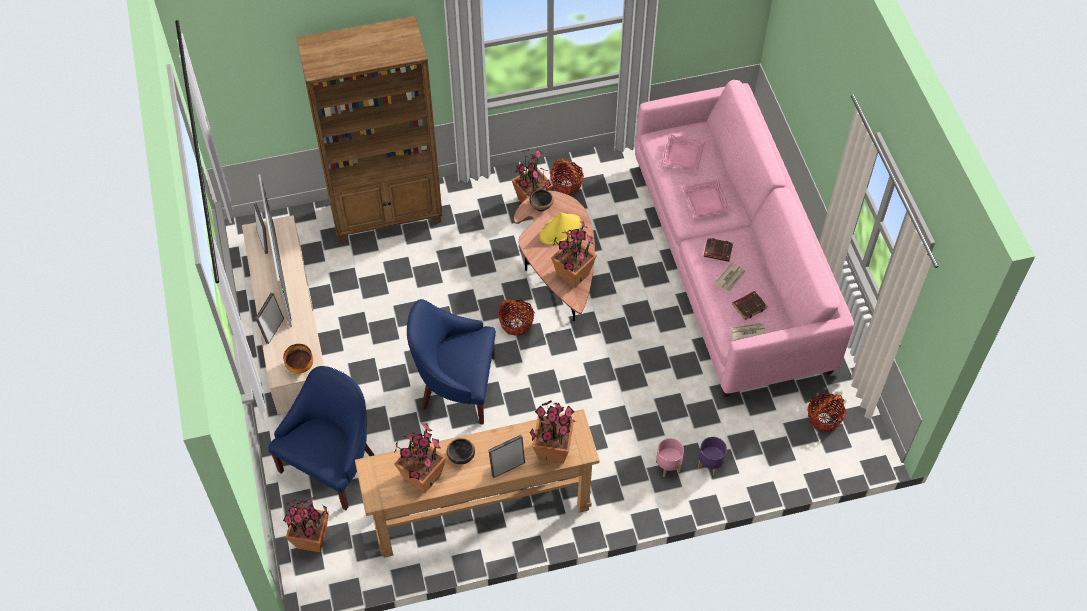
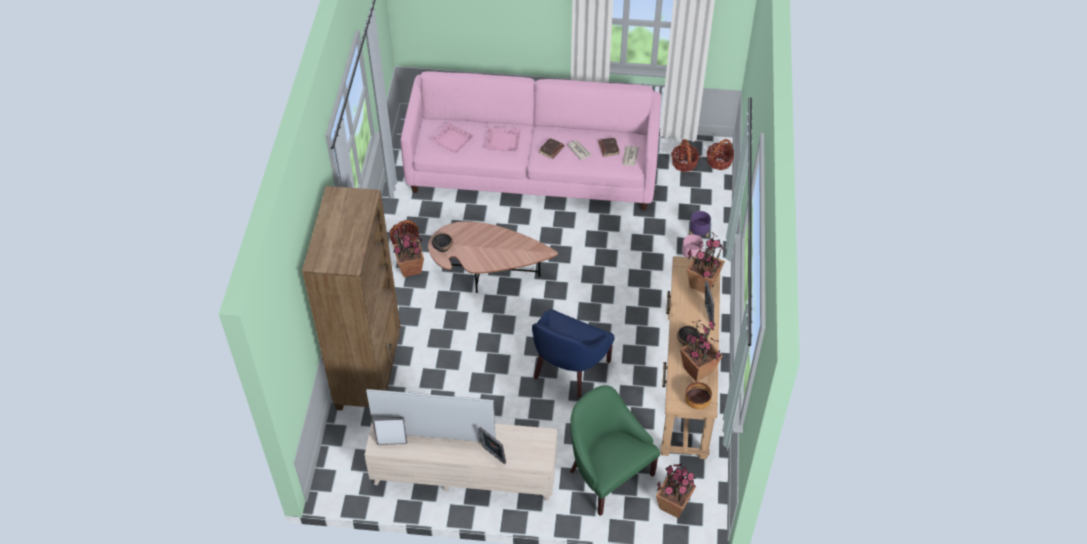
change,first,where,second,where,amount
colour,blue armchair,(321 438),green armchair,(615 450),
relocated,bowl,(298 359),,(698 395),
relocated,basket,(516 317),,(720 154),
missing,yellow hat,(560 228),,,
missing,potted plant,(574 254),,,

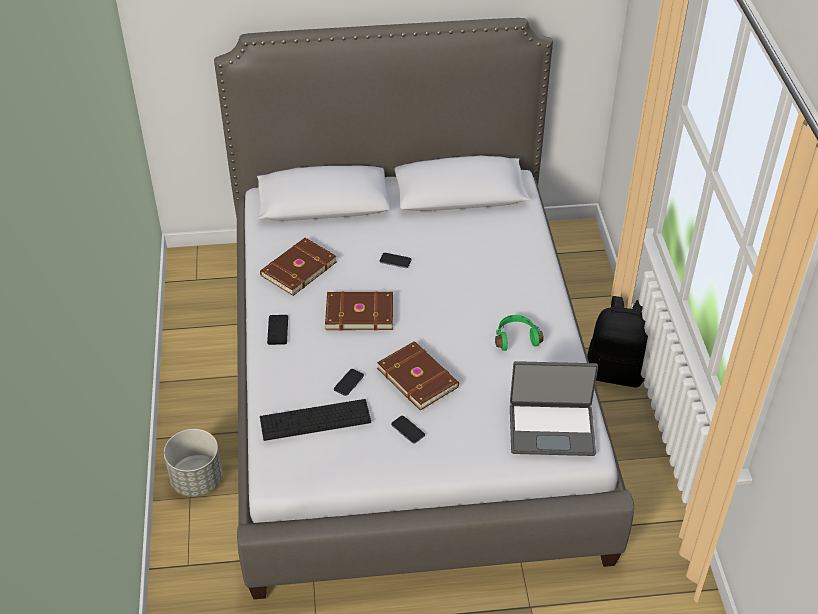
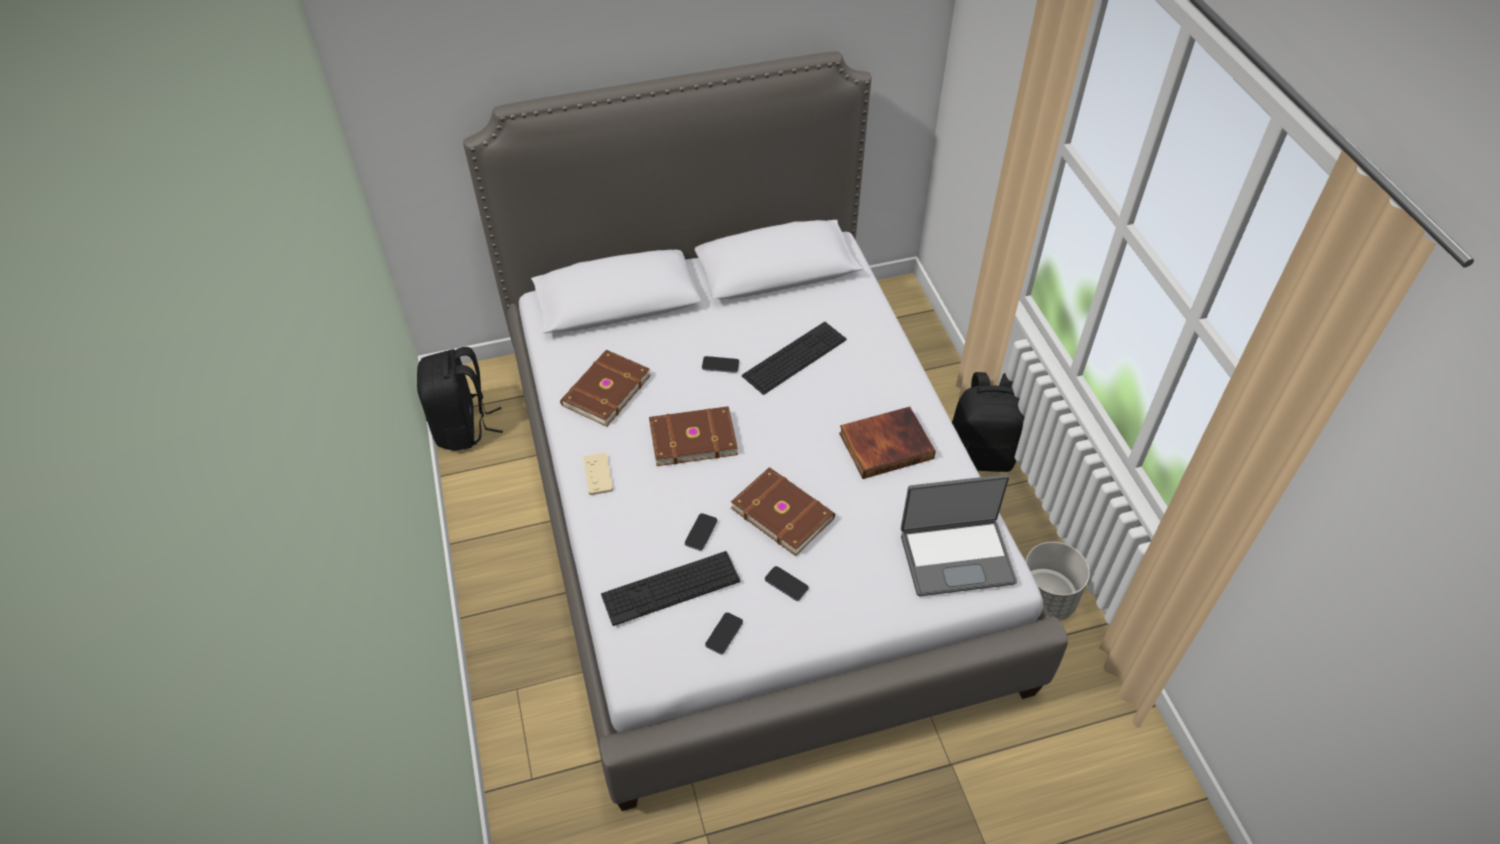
change,first,where,second,where,amount
relocated,grey planter,(193 463),,(1057 581),
colour,black game controller,(277 330),beige game controller,(598 474),
exchanged,green headphones,(519 333),book,(887 443),
appeared,,,black backpack,(460 399),
appeared,,,phone,(724 633),
appeared,,,keyboard,(794 358),

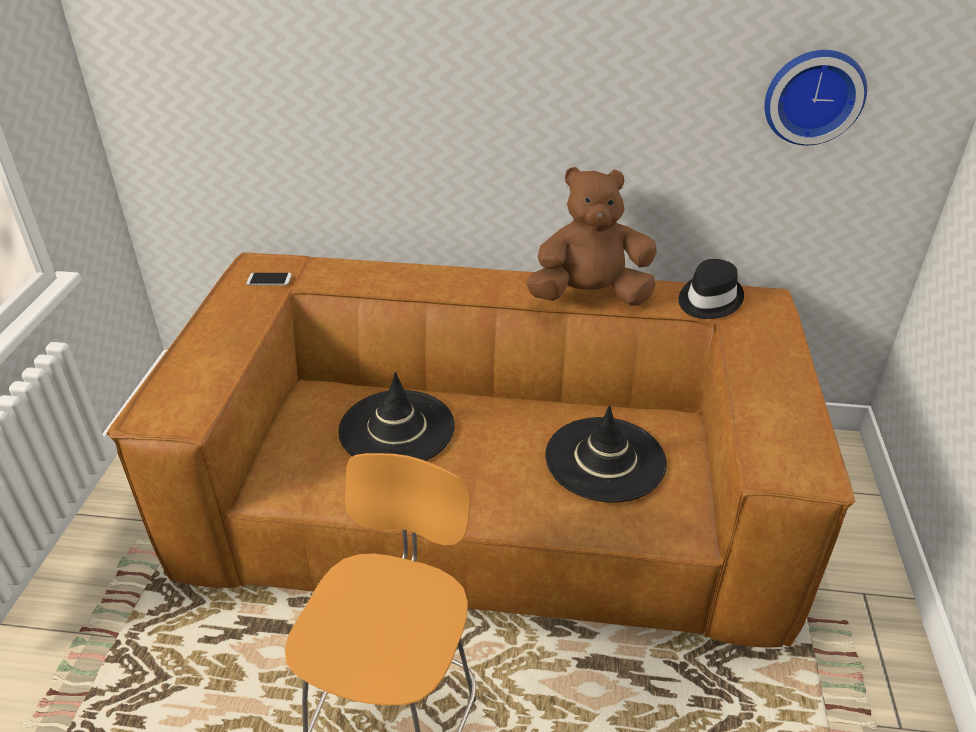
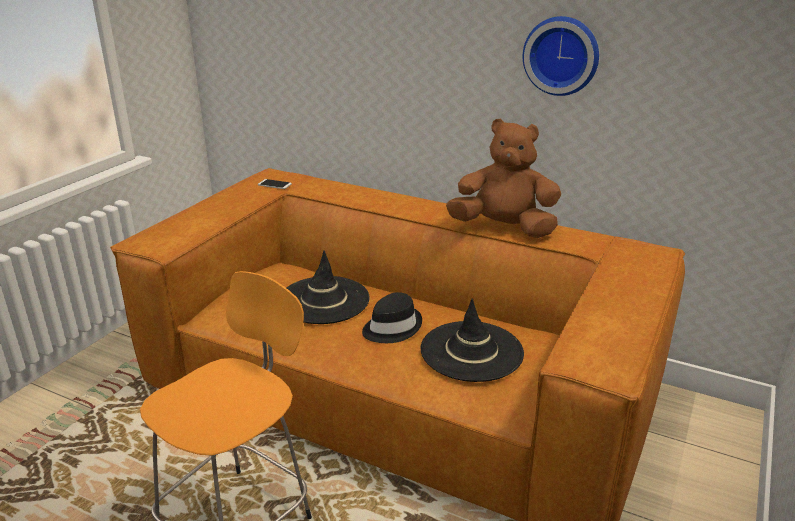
change,first,where,second,where,amount
relocated,black hat,(711 289),,(392 317),
relocated,wall clock,(815 97),,(561 56),

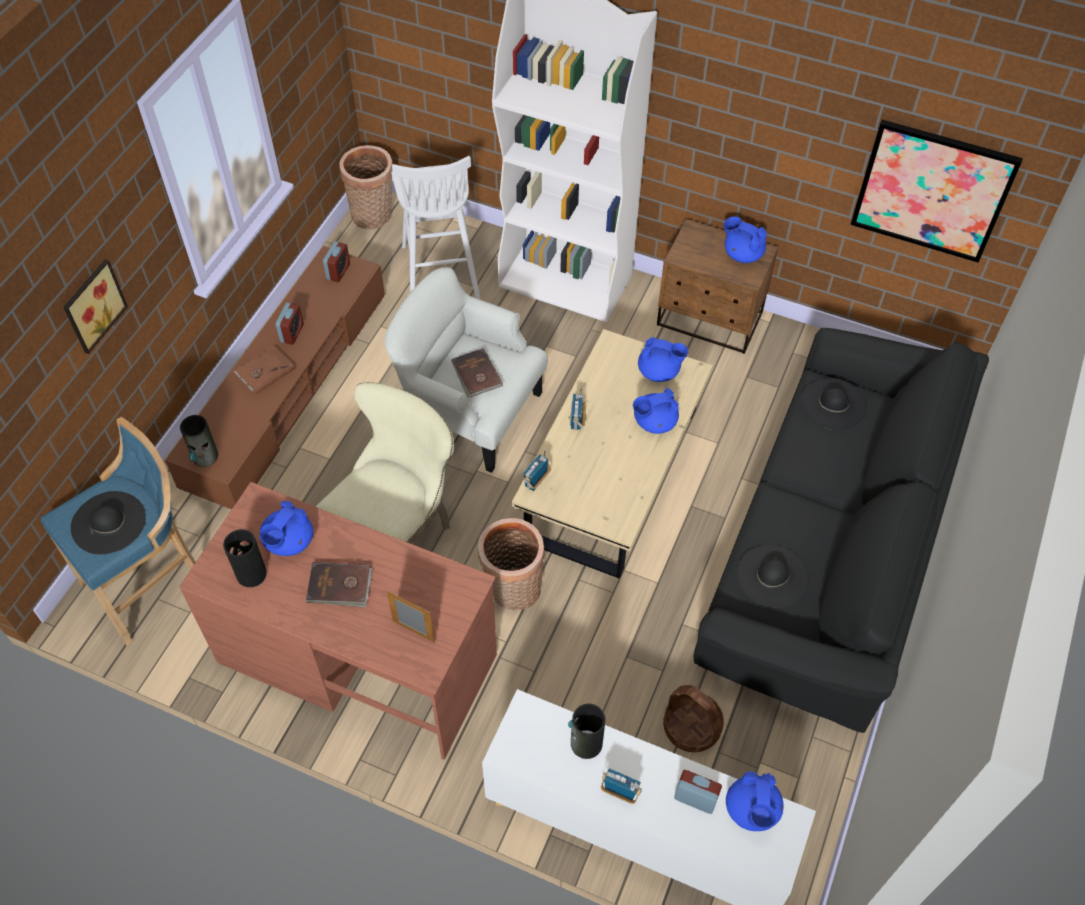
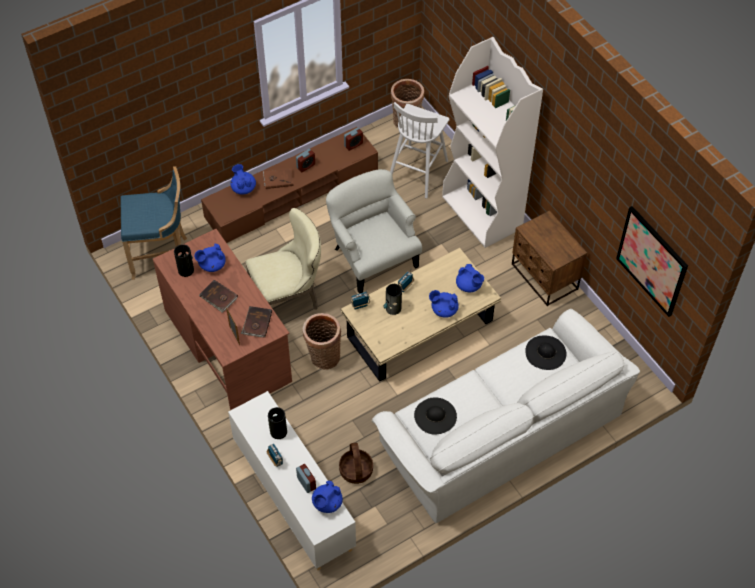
change,first,where,second,where,amount
missing,picture,(95 306),,,
missing,black hat,(108 523),,,
relocated,vase,(199 441),,(393 299),
relocated,brown book,(477 373),,(256 321),
colour,black sofa,(841 530),white sofa,(506 416),
relocated,blue teapot,(745 240),,(243 179),

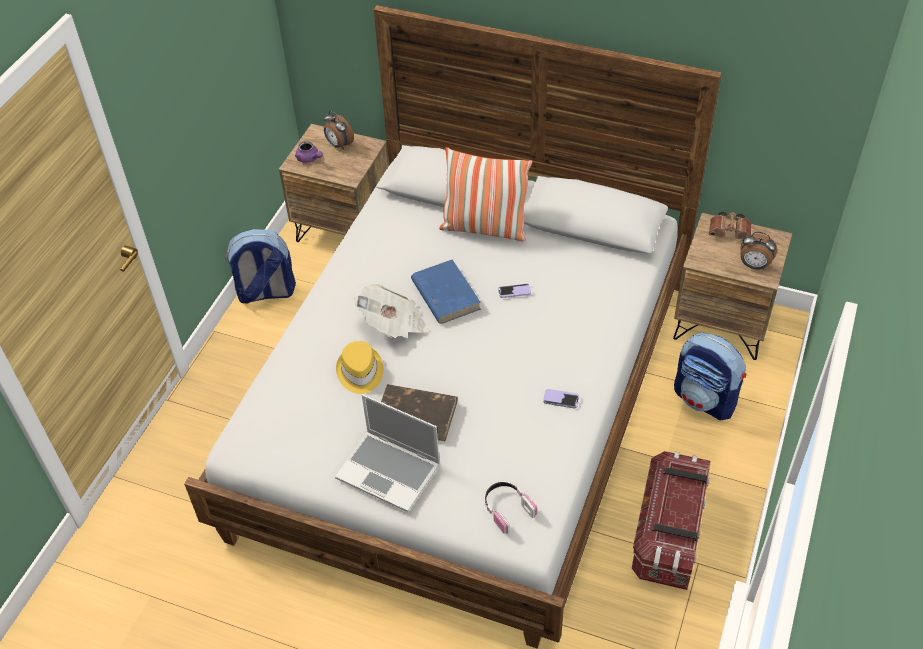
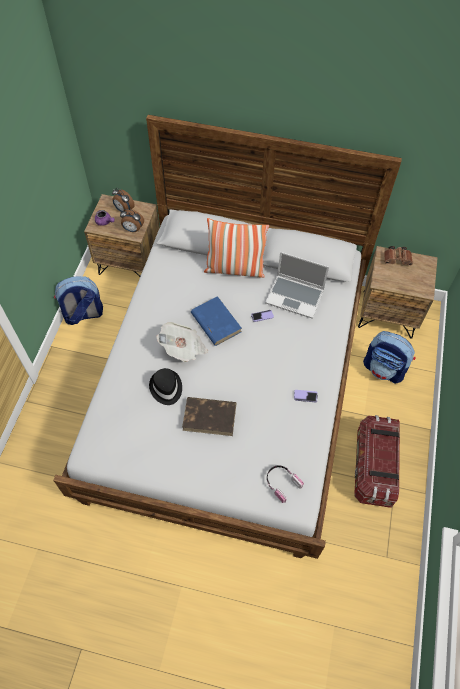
change,first,where,second,where,amount
relocated,laptop,(387 453),,(297 285),
colour,yellow hat,(359 367),black hat,(165 386),
relocated,alarm clock,(759 250),,(132 220),

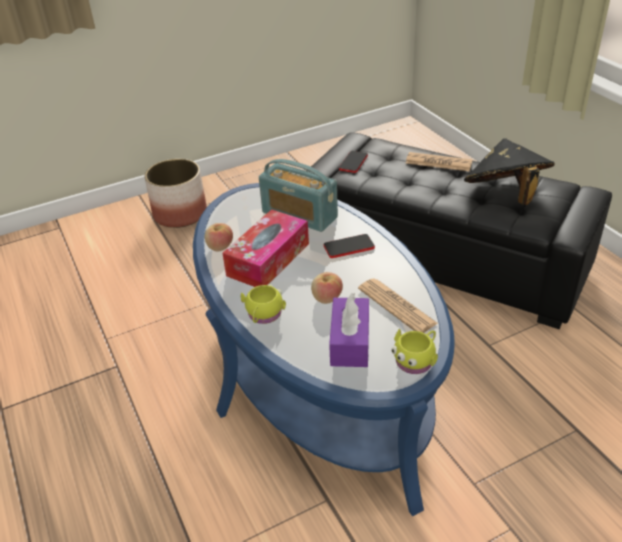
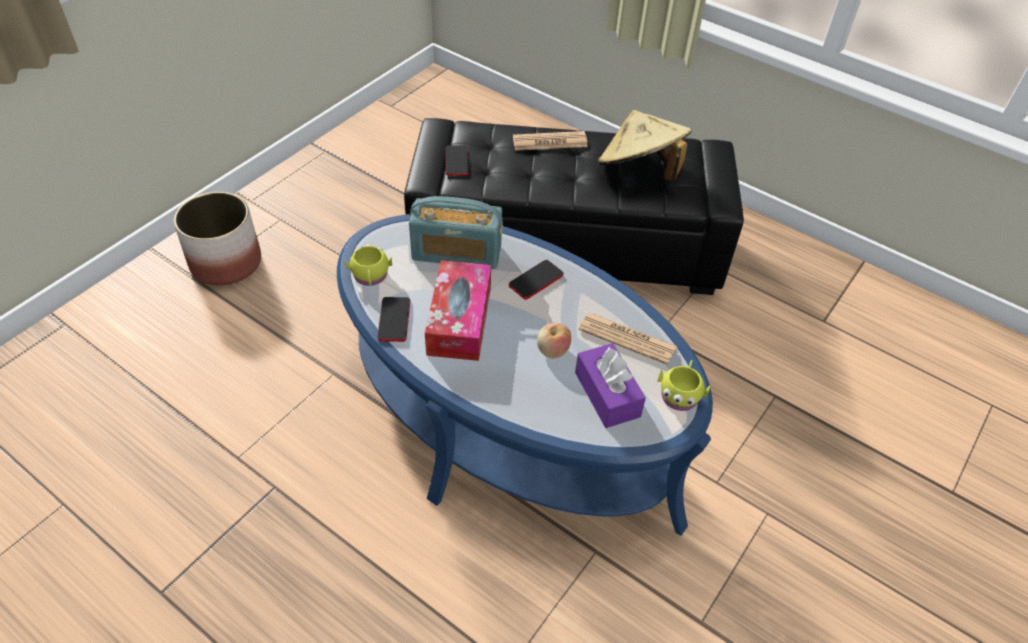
change,first,where,second,where,amount
exchanged,apple,(219 237),phone,(394 319),
relocated,yellow mug,(263 304),,(368 265),
colour,black hat,(509 171),beige hat,(645 145),

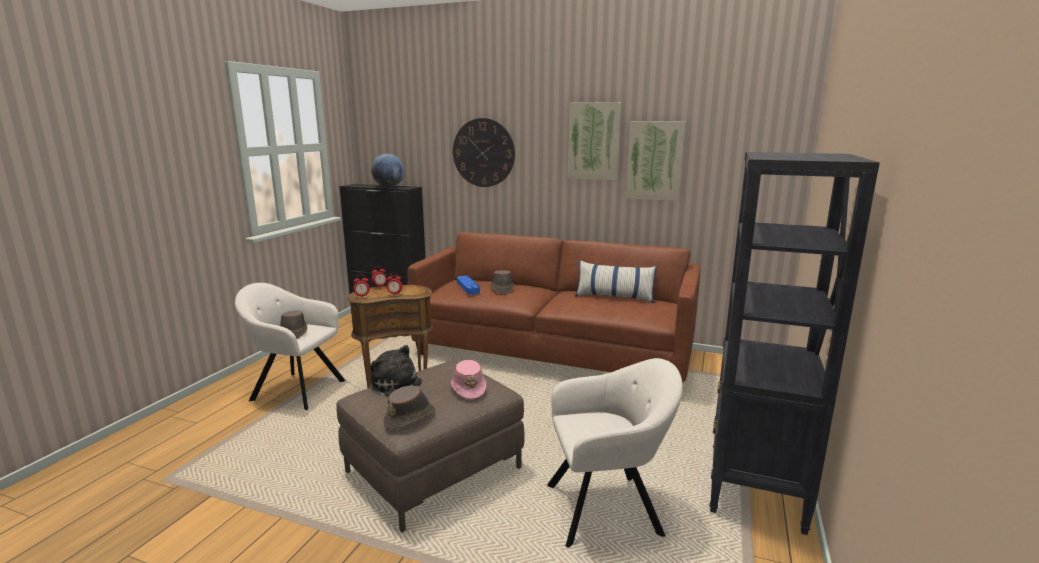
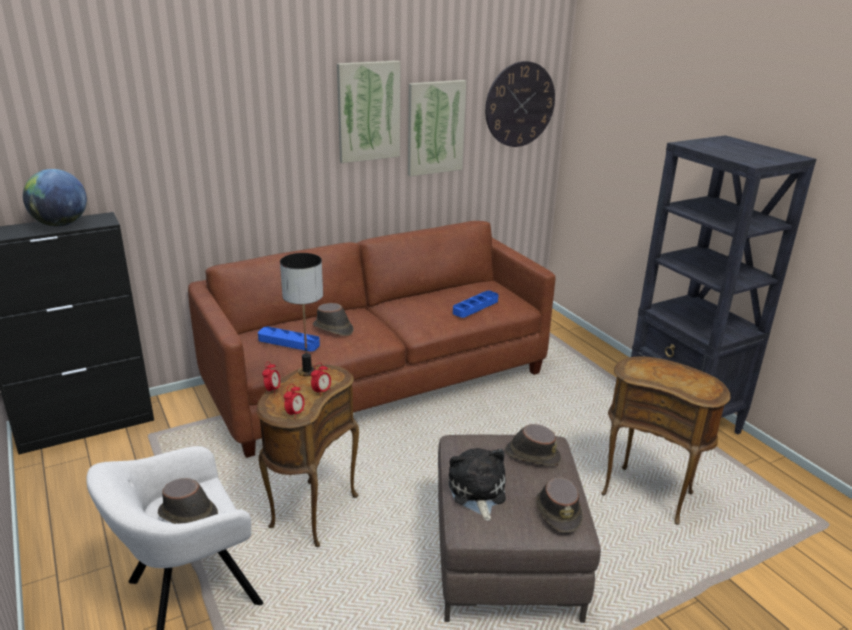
change,first,where,second,where,amount
spun,plush toy,(396 370),,(477 484),90 degrees clockwise
colour,pink hat,(468 379),brown hat,(533 445),
relocated,wall clock,(484 152),,(520 104),
exchanged,white armchair,(615 452),brown side table,(665 441),
missing,pillow,(616 281),,,
appeared,,,table lamp,(301 315),
appeared,,,blue tray,(475 304),

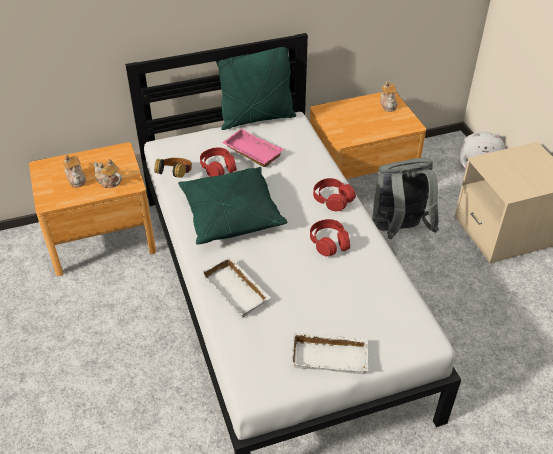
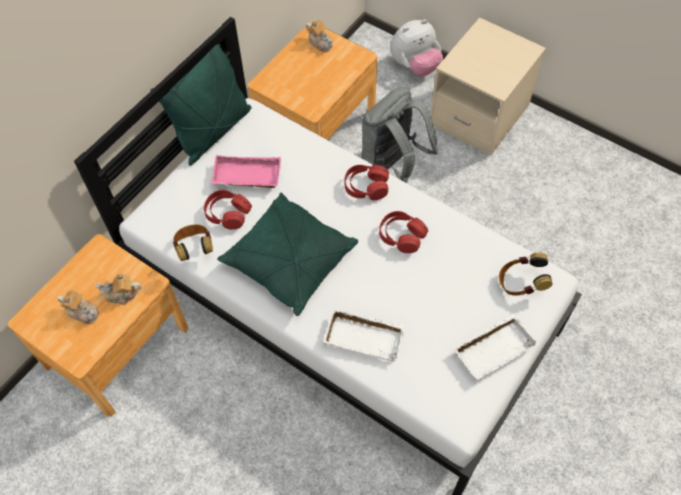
change,first,where,second,where,amount
appeared,,,headphones,(526 274),

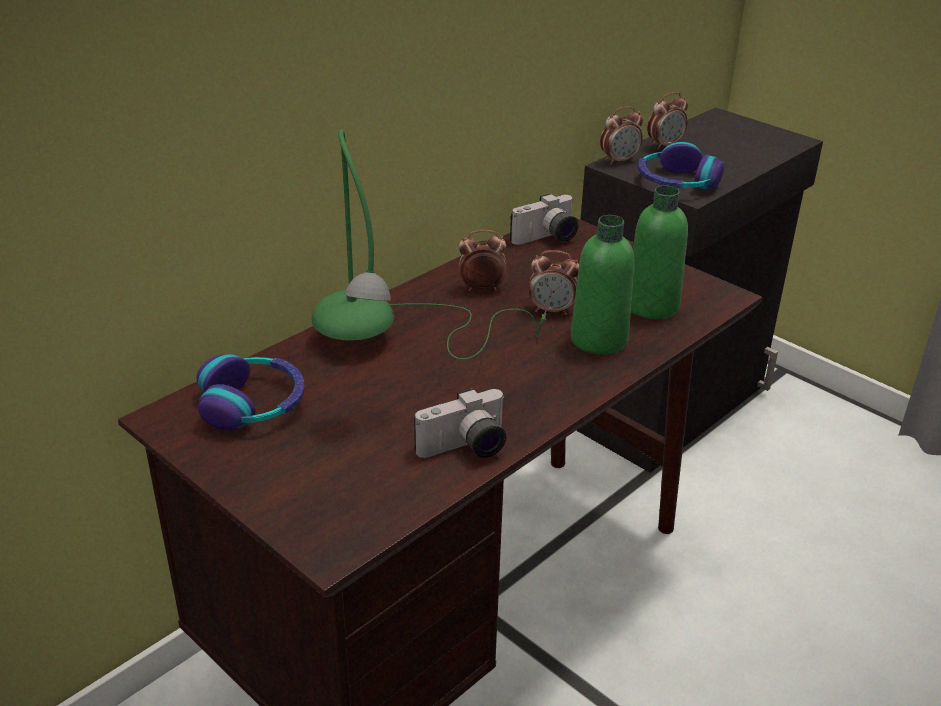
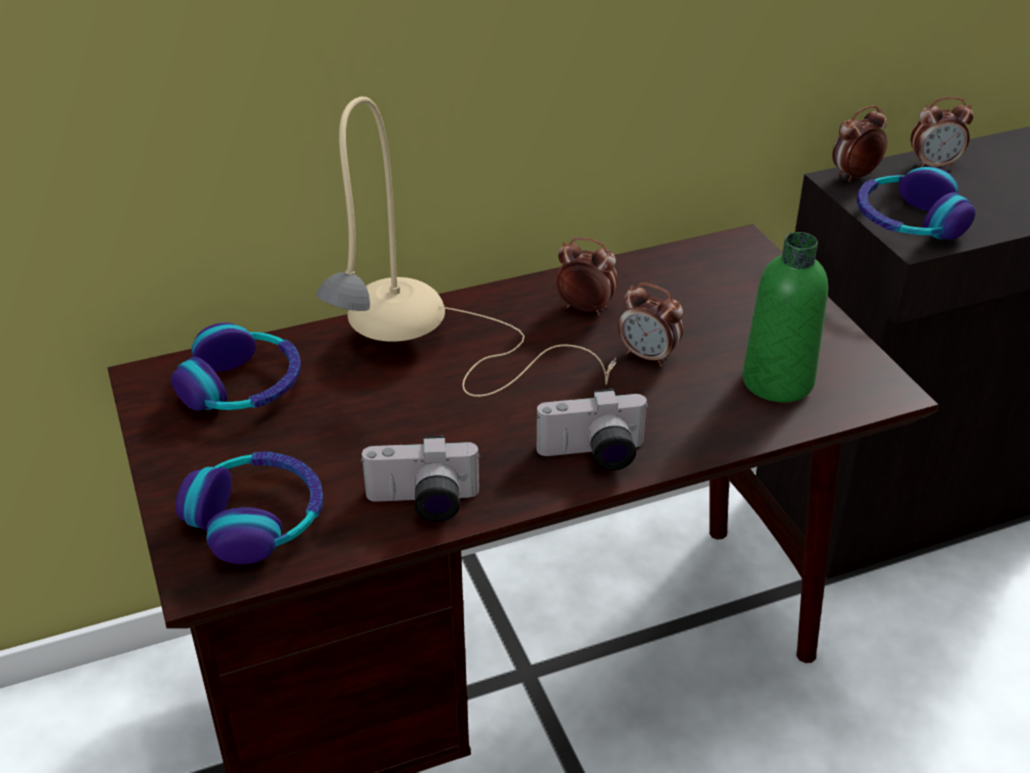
change,first,where,second,where,amount
colour,green table lamp,(429 244),beige table lamp,(466 247),
relocated,photo camera,(544 219),,(592 429),
missing,green bottle,(602 285),,,
spun,alarm clock,(621 135),,(860 143),150 degrees clockwise
appeared,,,headphones,(249 507),

